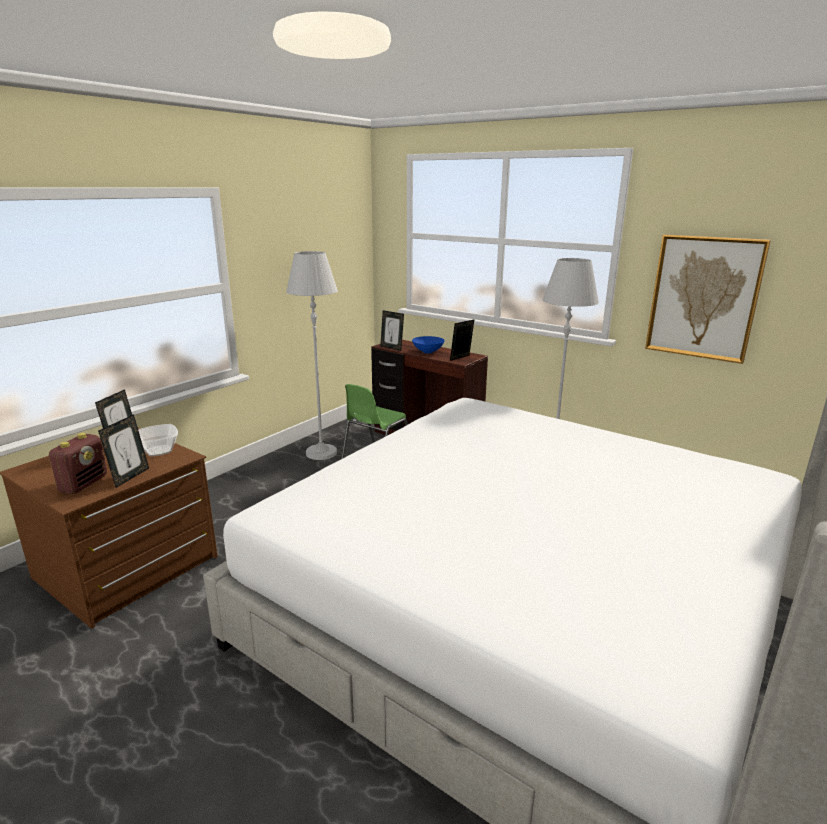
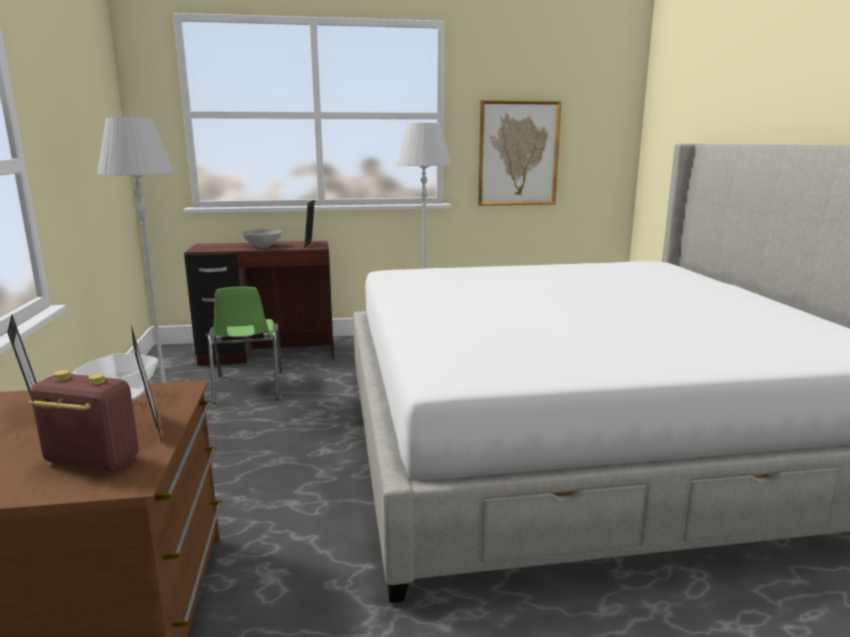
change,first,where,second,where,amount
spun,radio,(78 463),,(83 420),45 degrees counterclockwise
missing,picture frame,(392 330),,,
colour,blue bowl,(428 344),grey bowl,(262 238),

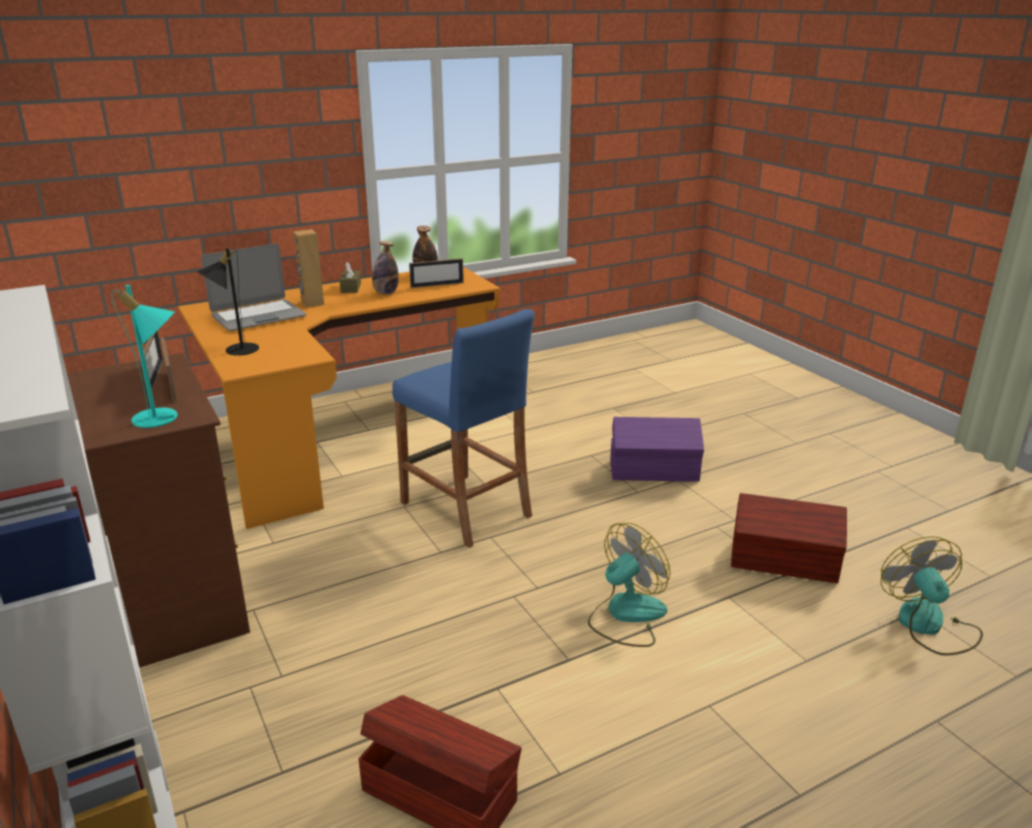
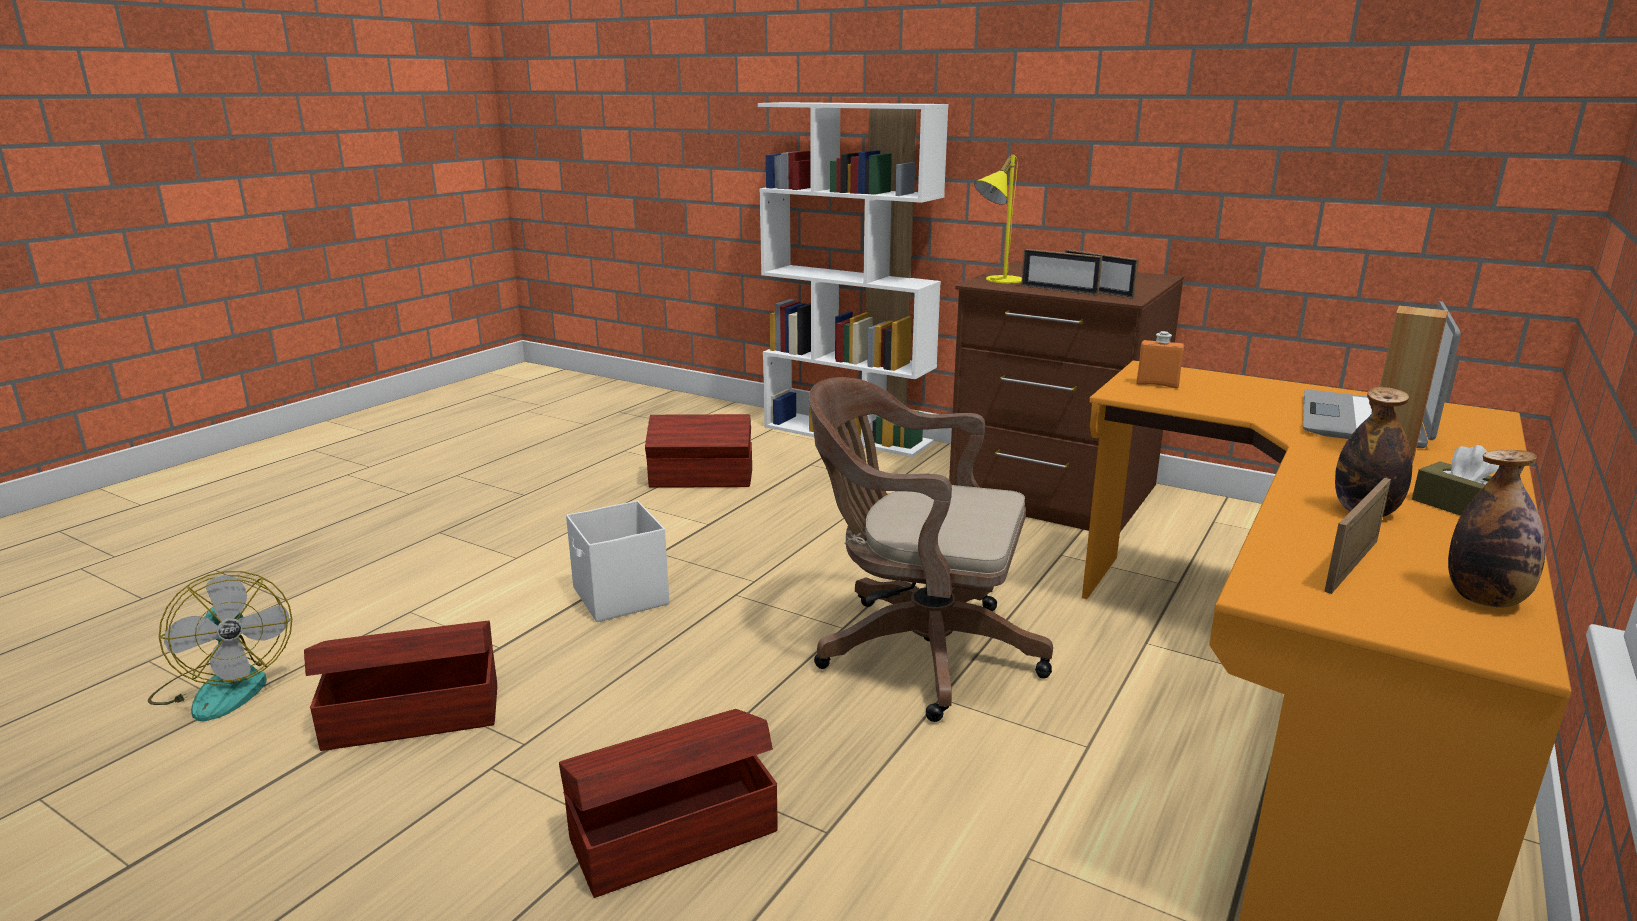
change,first,where,second,where,amount
colour,turquoise table lamp,(144 356),yellow table lamp,(998 219),
missing,black table lamp,(228 302),,,
exchanged,blue stool,(463 428),brown office chair,(931 549),
exchanged,fan,(629 585),white storage box,(617 561),
colour,purple storage box,(657 449),brown storage box,(668 803),
appeared,,,orange bottle,(1160 360),

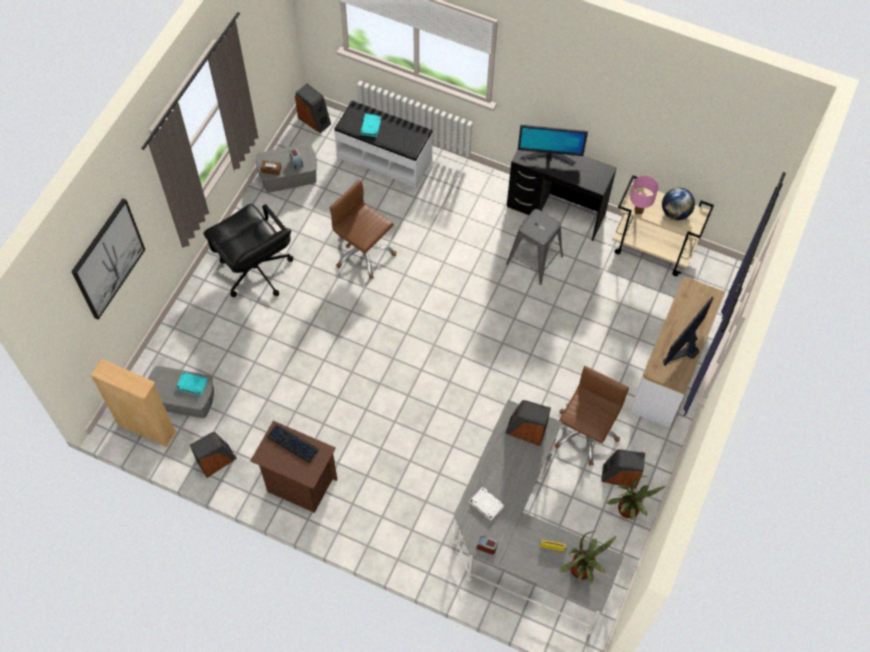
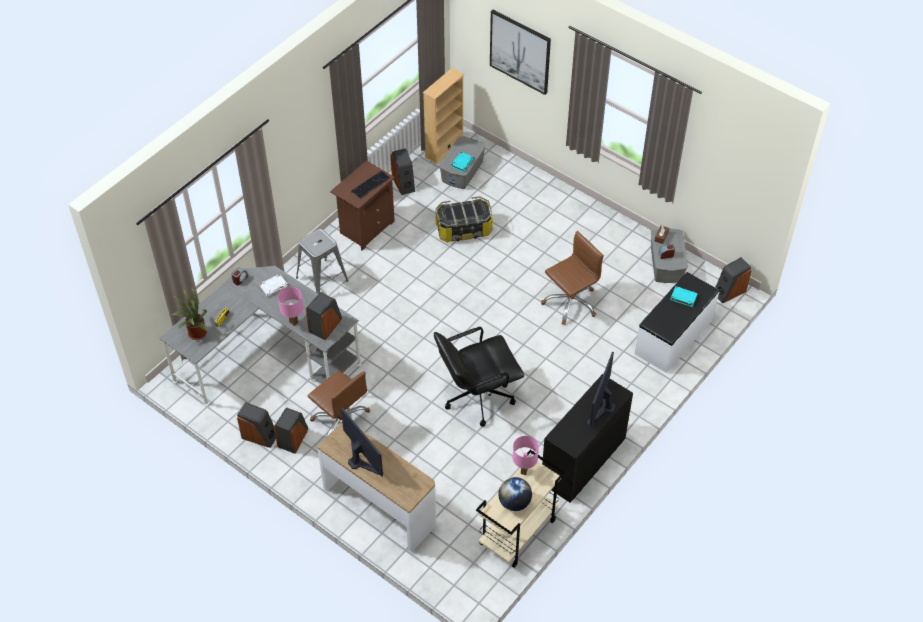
change,first,where,second,where,amount
relocated,black office chair,(248 250),,(479 377),
relocated,grey stool,(534 247),,(322 261),
exchanged,potted plant,(636 498),speaker,(256 425),
appeared,,,pink table lamp,(290 306),
appeared,,,storage box,(464 219),

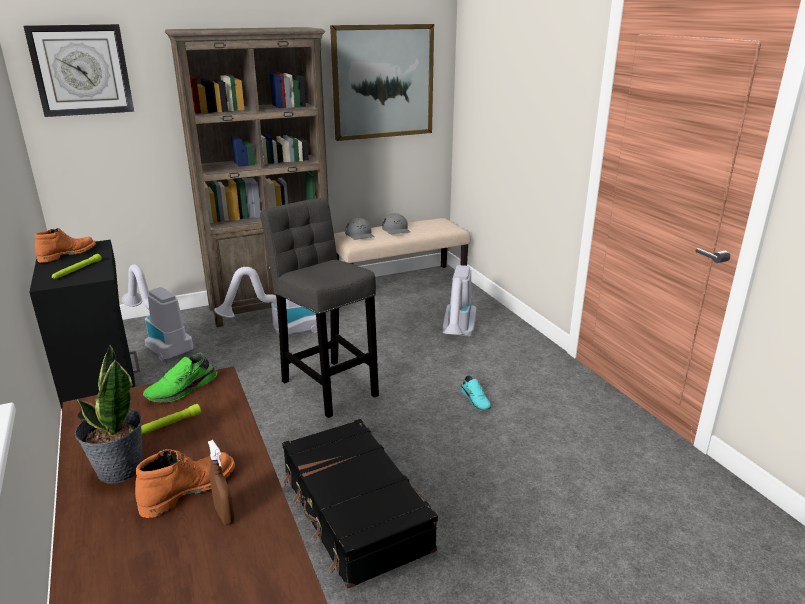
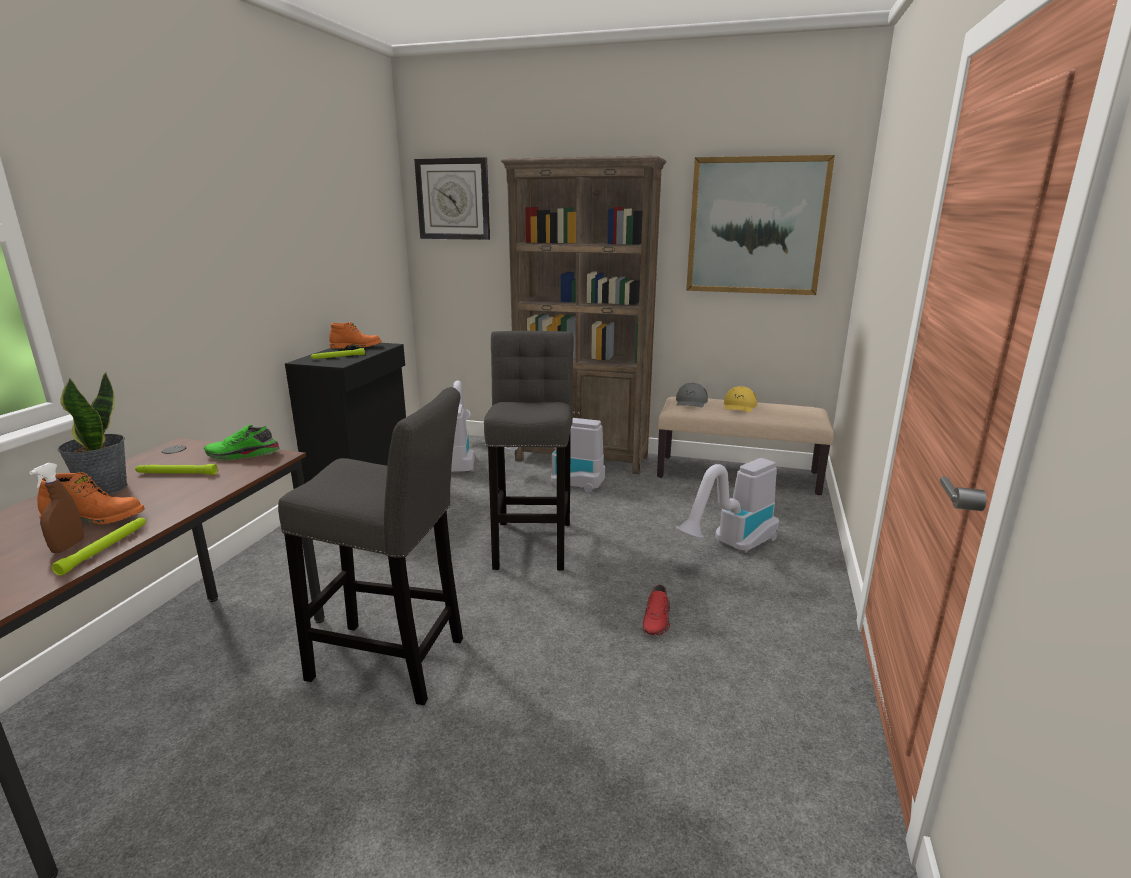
change,first,where,second,where,amount
exchanged,black suitcase,(360 504),grey stool,(370 546),
colour,grey cap,(396 224),yellow cap,(740 399),
colour,turquoise shoe,(476 393),red shoe,(656 610),
appeared,,,green flashlight,(99 546),

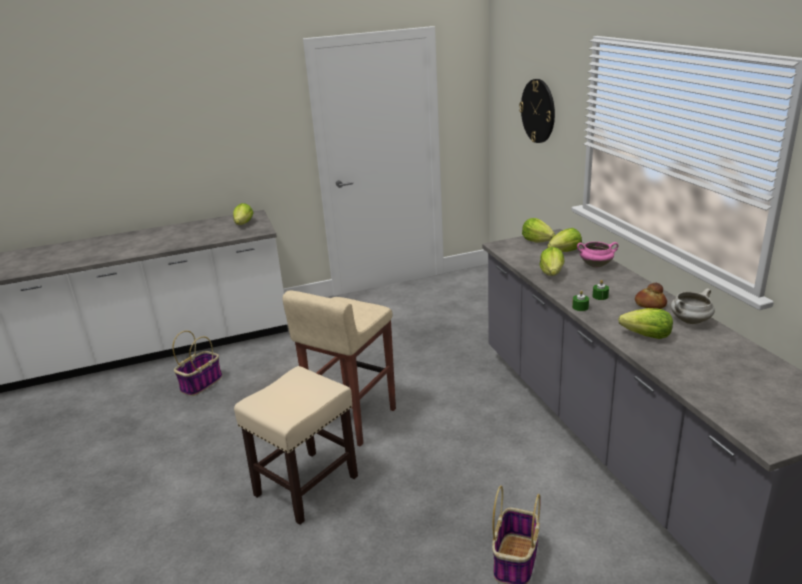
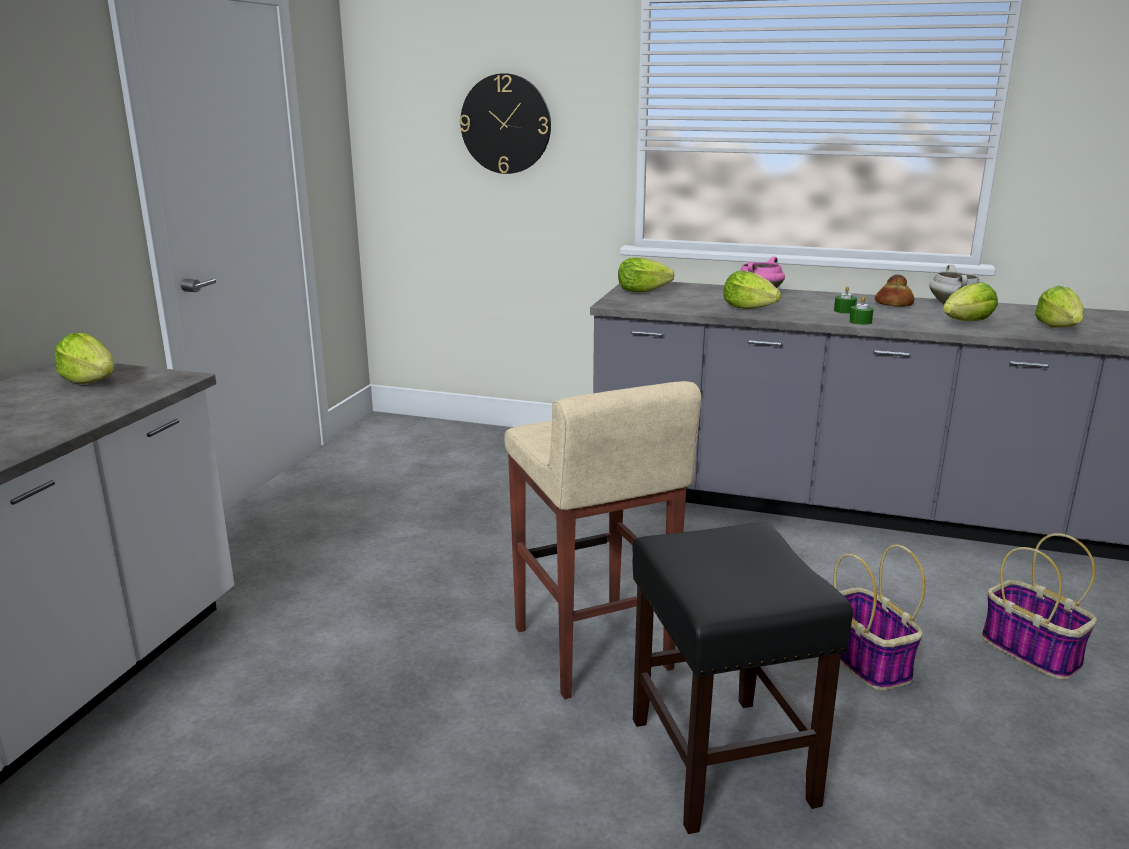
change,first,where,second,where,amount
relocated,basket,(197 363),,(879 617),
colour,beige stool,(296 445),black stool,(742 678),
relocated,lettuce,(564 240),,(1059 306),

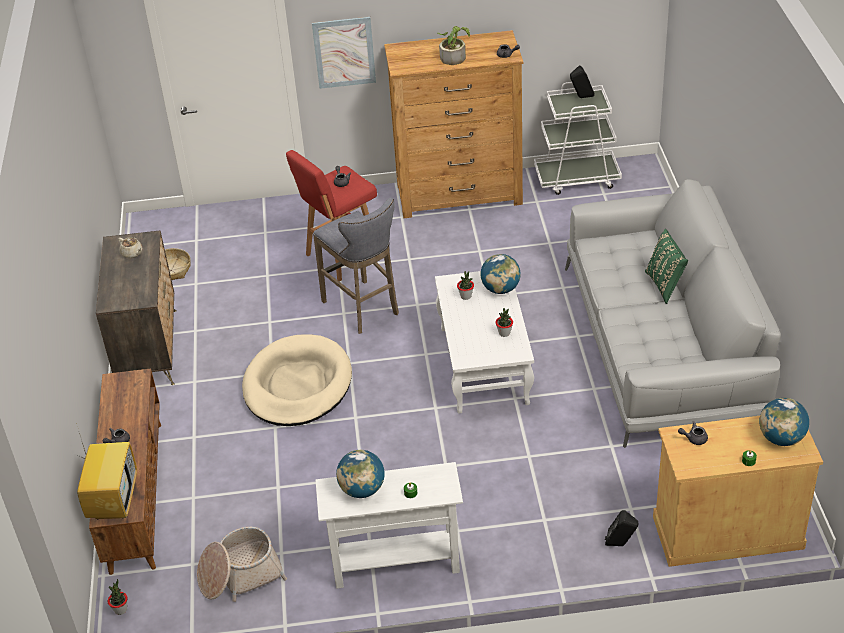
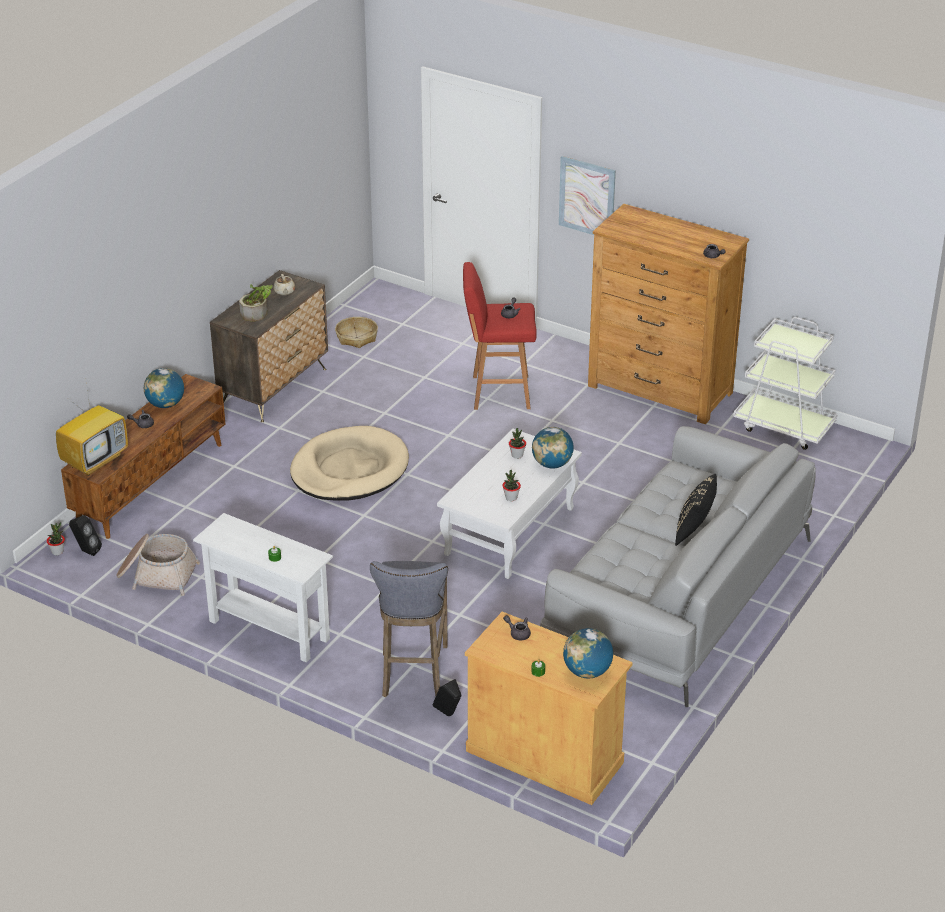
change,first,where,second,where,amount
relocated,grey stool,(356 266),,(409 629),
relocated,globe,(360 474),,(164 388),
relocated,potted plant,(454 45),,(256 303),
relocated,black speaker,(582 81),,(85 535),
colour,green pillow,(666 266),black pillow,(696 510),

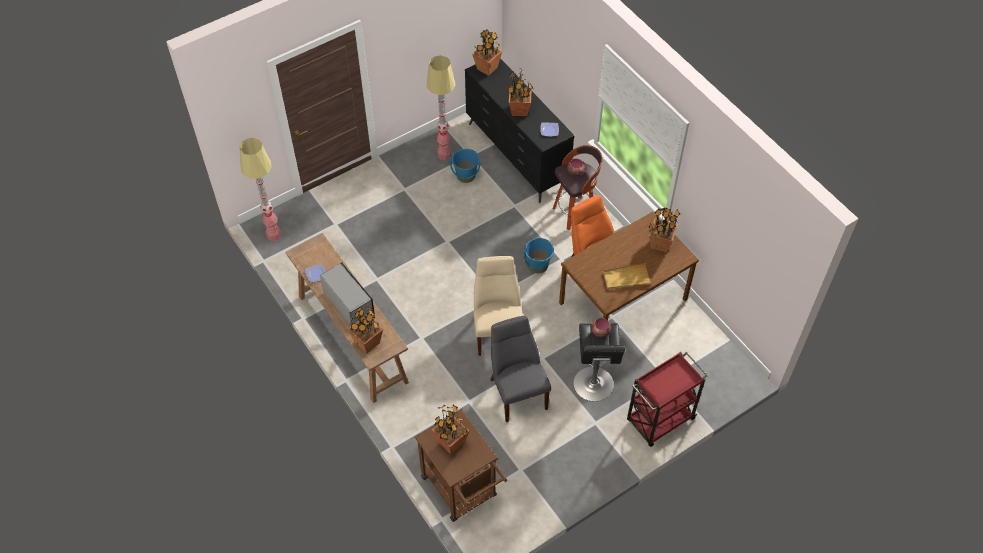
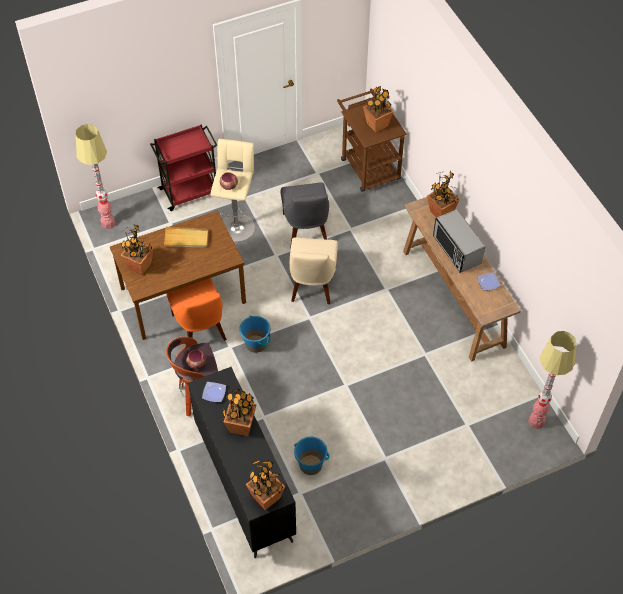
change,first,where,second,where,amount
relocated,floor lamp,(441 108),,(95 176),
colour,black stool,(599 362),beige stool,(233 190),

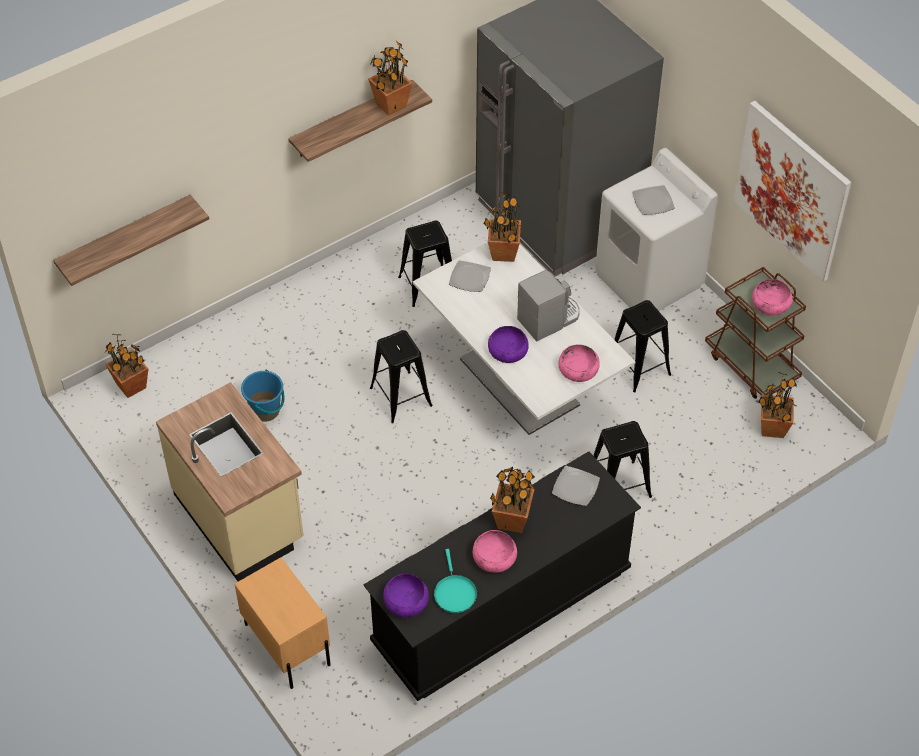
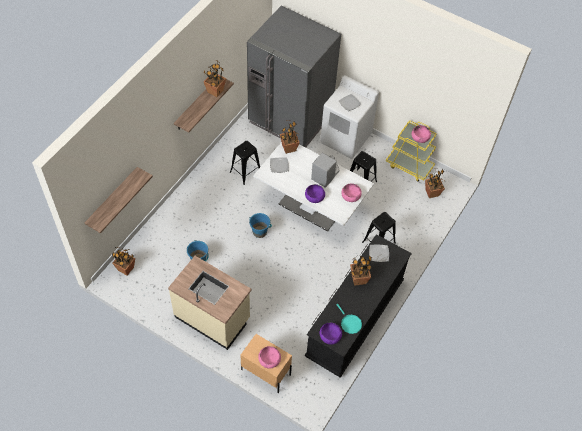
change,first,where,second,where,amount
exchanged,black stool,(401 376),blue bucket,(260 225),
relocated,pink bowl,(494 551),,(269 357),
colour,brown cart,(755 333),yellow cart,(411 151),
missing,picture,(792 191),,,

